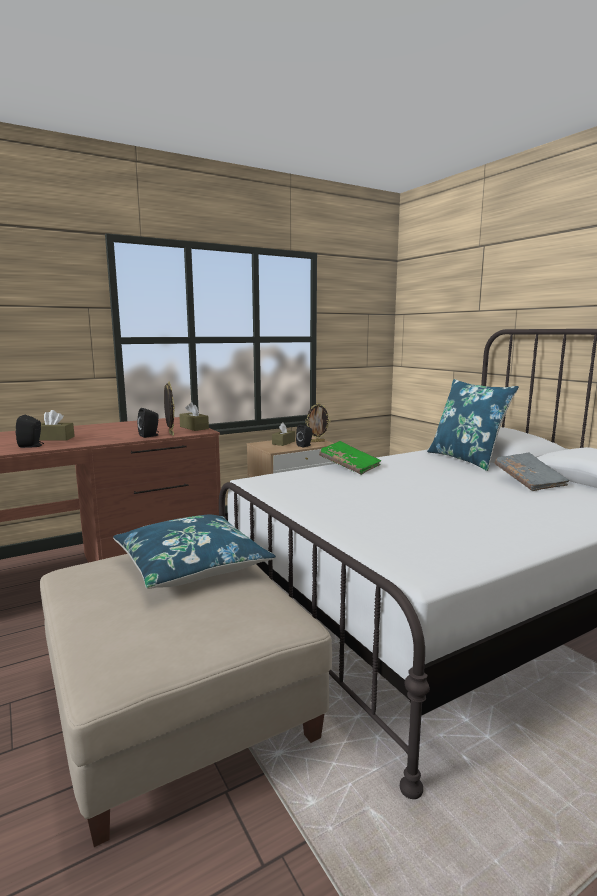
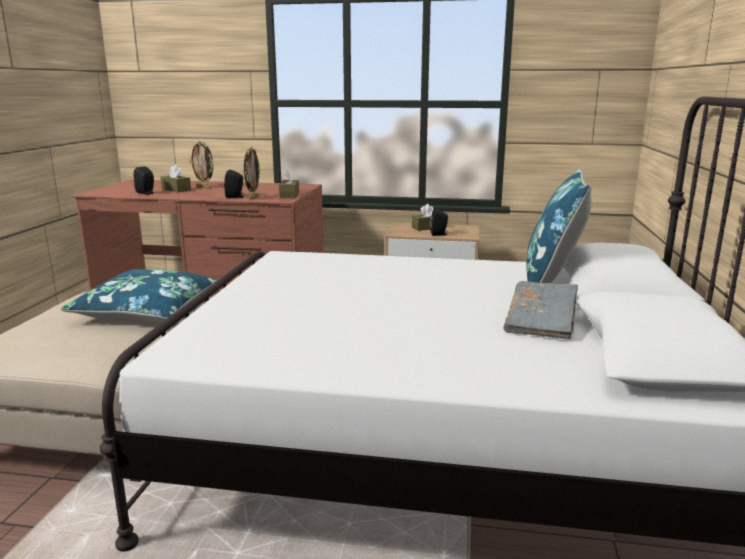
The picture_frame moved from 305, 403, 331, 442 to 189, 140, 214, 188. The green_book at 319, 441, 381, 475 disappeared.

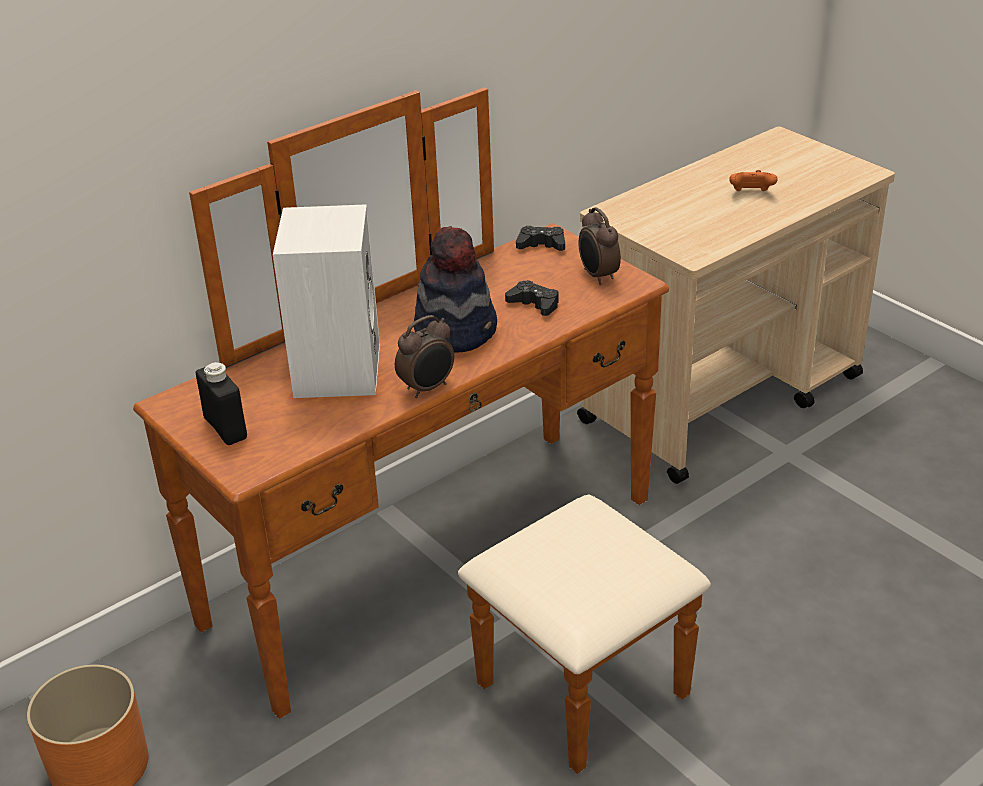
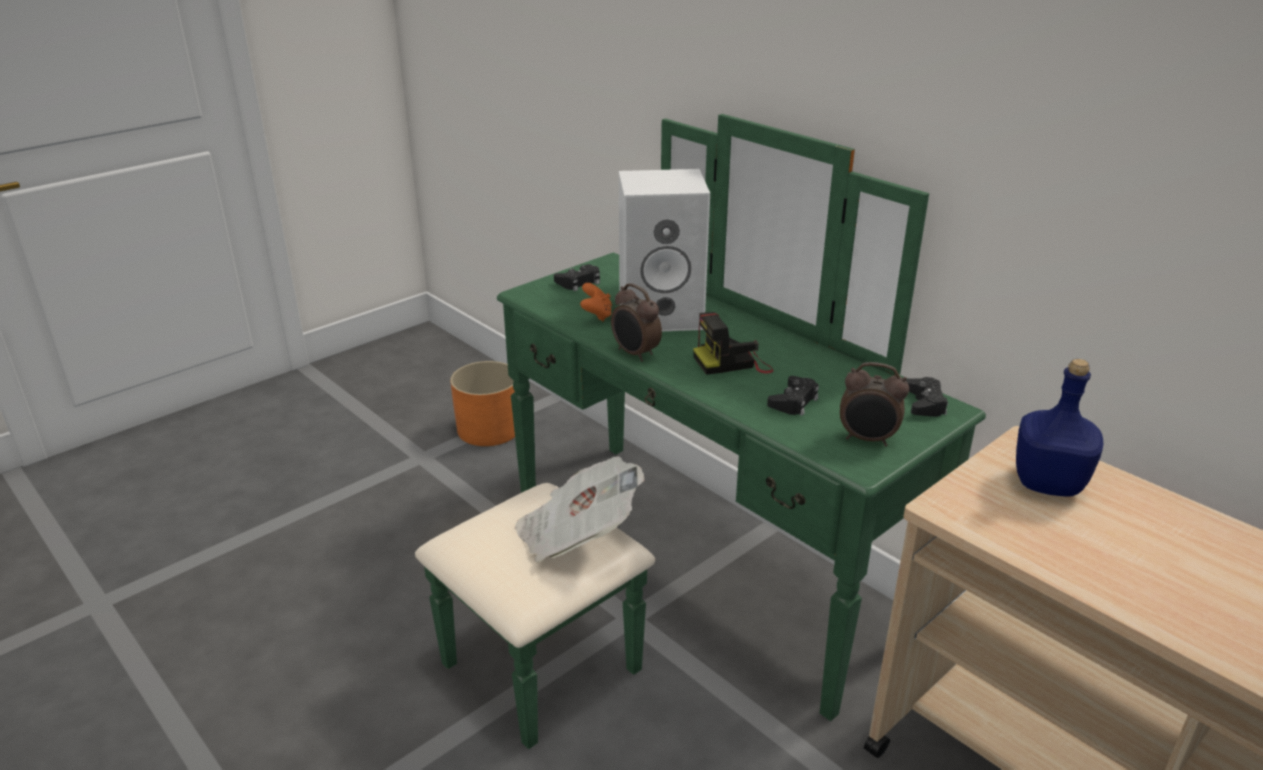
The brown_dresser at 133, 88, 711, 774 became the green_dresser at 415, 114, 986, 749. The orange_game_controller moved from 729, 170, 778, 191 to 580, 283, 612, 322. The alarm_clock at 579, 207, 621, 285 turned 135 degrees counterclockwise. The hat at 414, 226, 497, 353 was replaced by the photo_camera at 693, 312, 774, 375. The black_bottle at 196, 362, 247, 445 was replaced by the black_game_controller at 554, 264, 600, 291. The blue_bottle at 1016, 359, 1103, 496 appeared. The newspaper at 515, 456, 645, 563 appeared.

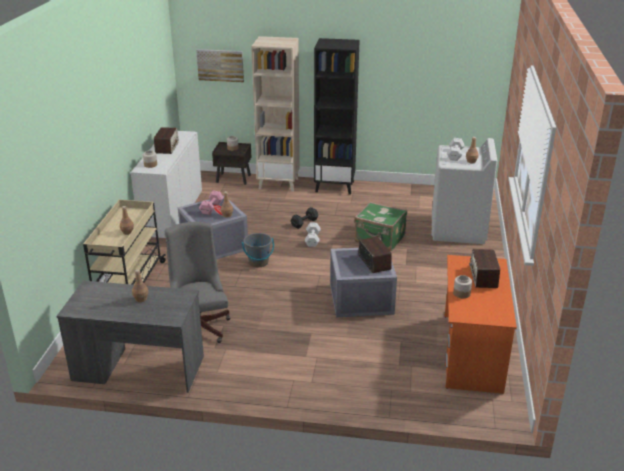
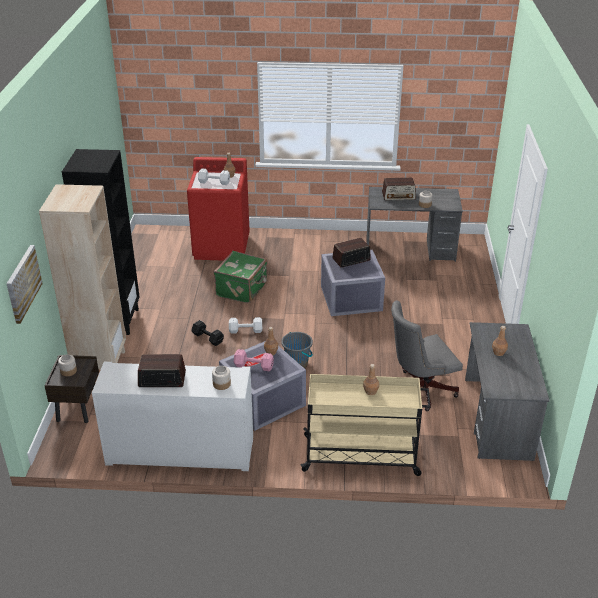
The white_washing_machine at 432, 138, 497, 244 became the red_washing_machine at 187, 157, 250, 261. The orange_desk at 444, 255, 517, 394 became the grey_desk at 366, 187, 463, 262.

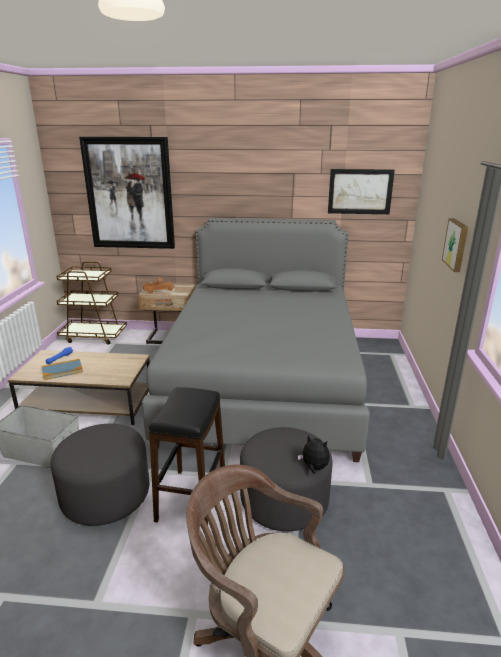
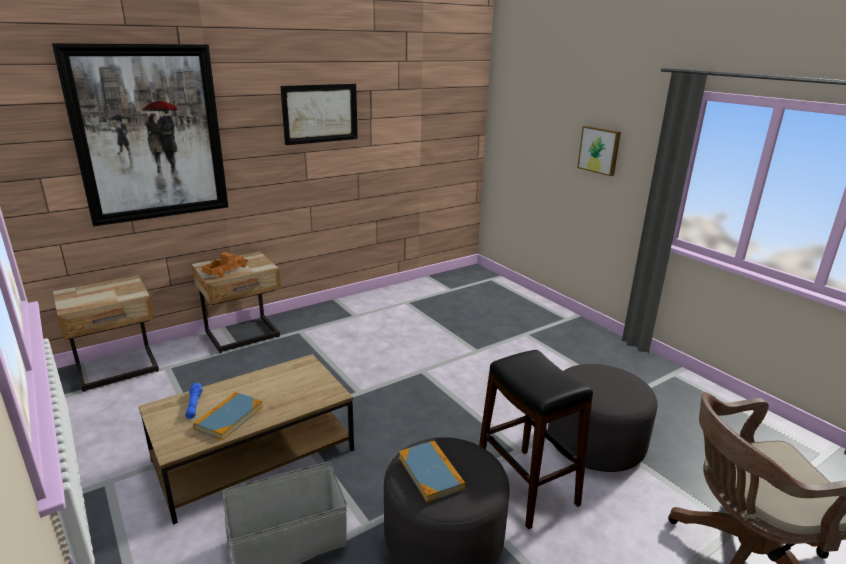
The picture moved from 328, 169, 395, 214 to 280, 84, 358, 145. The grey_bed at 142, 218, 370, 462 disappeared. The brown_cart at 56, 261, 127, 345 was replaced by the beige_nightstand at 53, 275, 159, 392. The plush_toy at 298, 435, 330, 474 disappeared. The book at 399, 441, 466, 503 appeared.

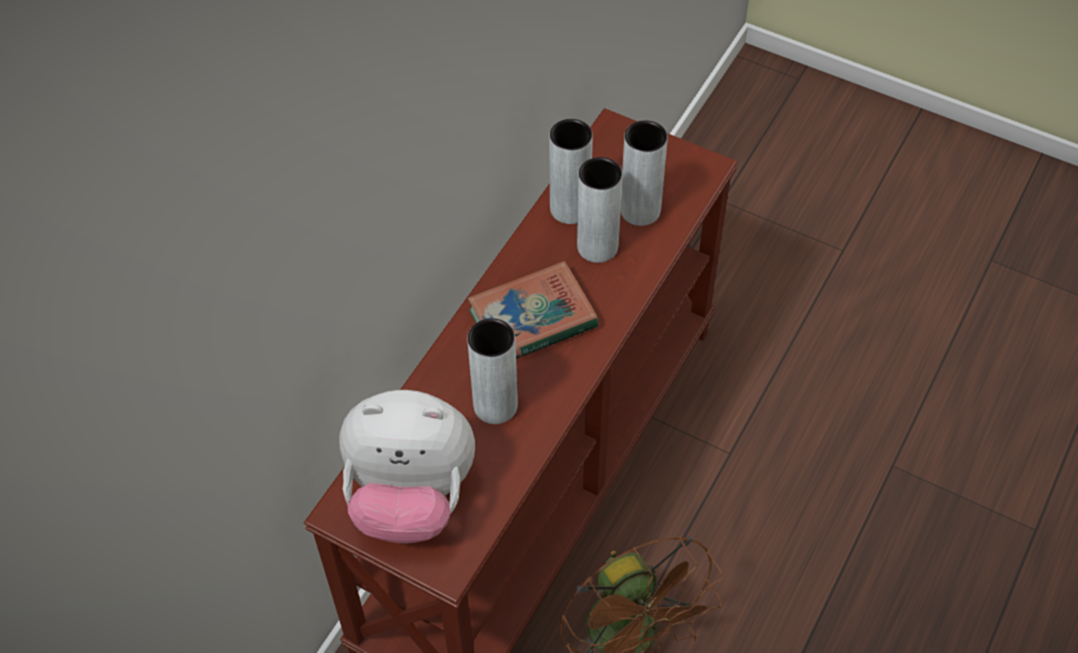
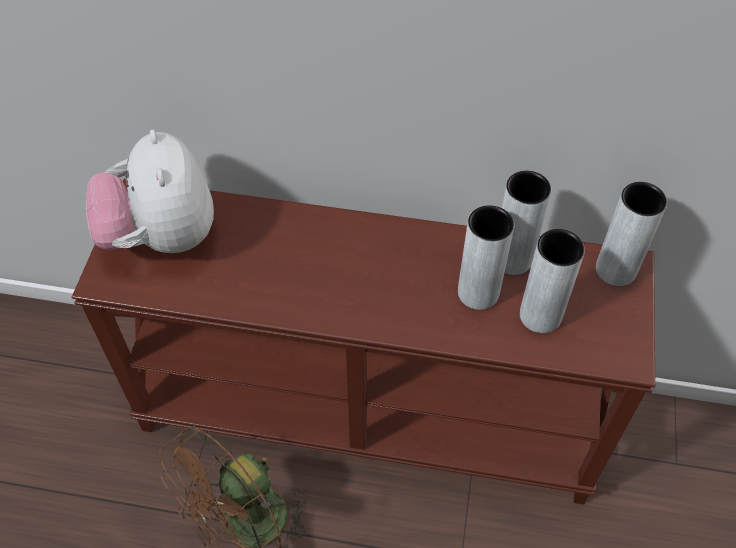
The book at 468, 261, 598, 359 disappeared. The grey_vase moved from 467, 318, 518, 424 to 596, 182, 667, 286.

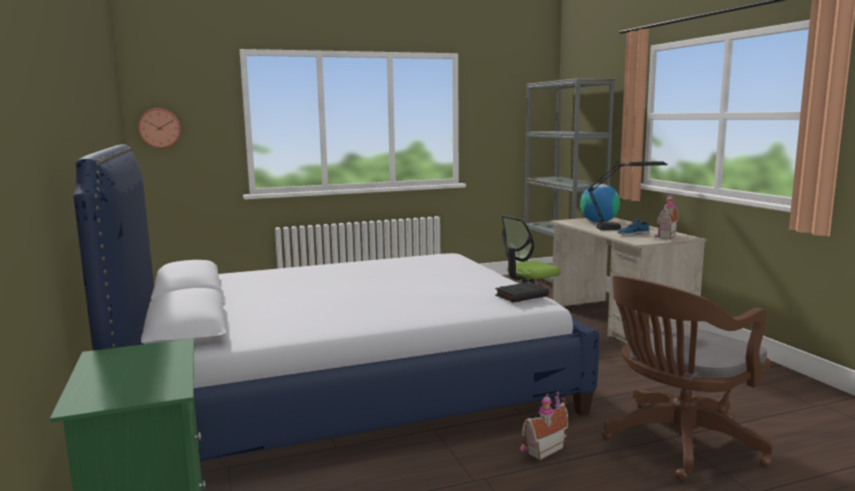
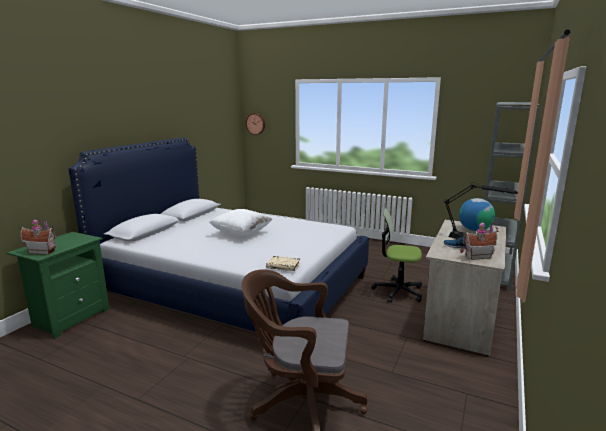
The black_book at 495, 282, 549, 302 became the beige_book at 266, 256, 300, 271. The toy_house moved from 520, 391, 568, 460 to 20, 218, 56, 255. The white_pillow at 209, 209, 272, 236 appeared.

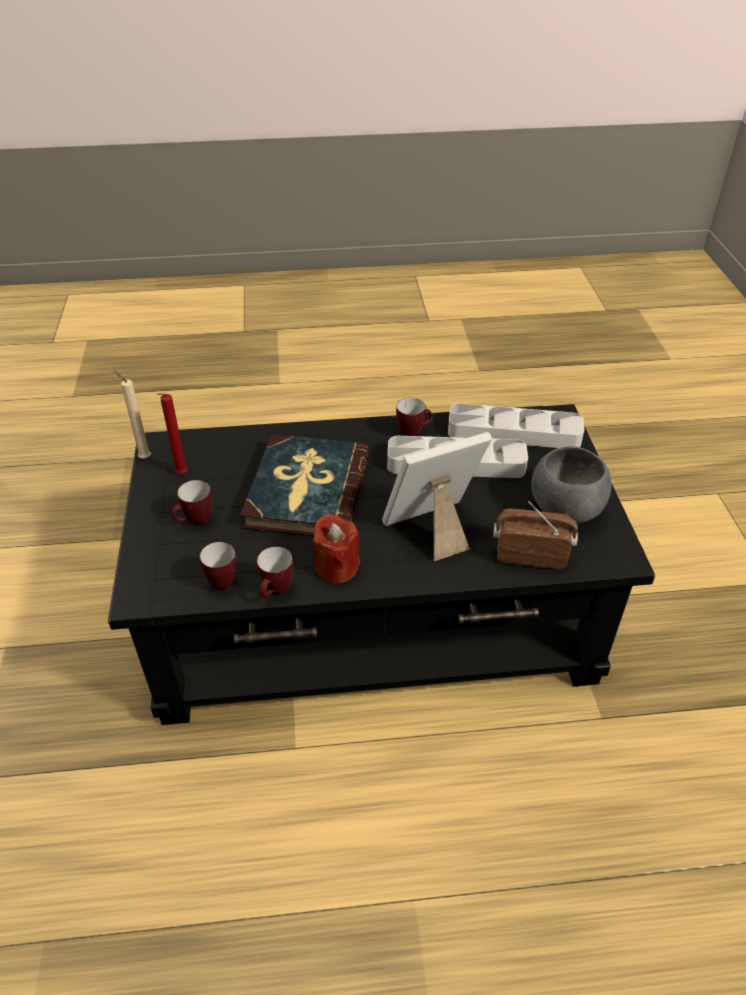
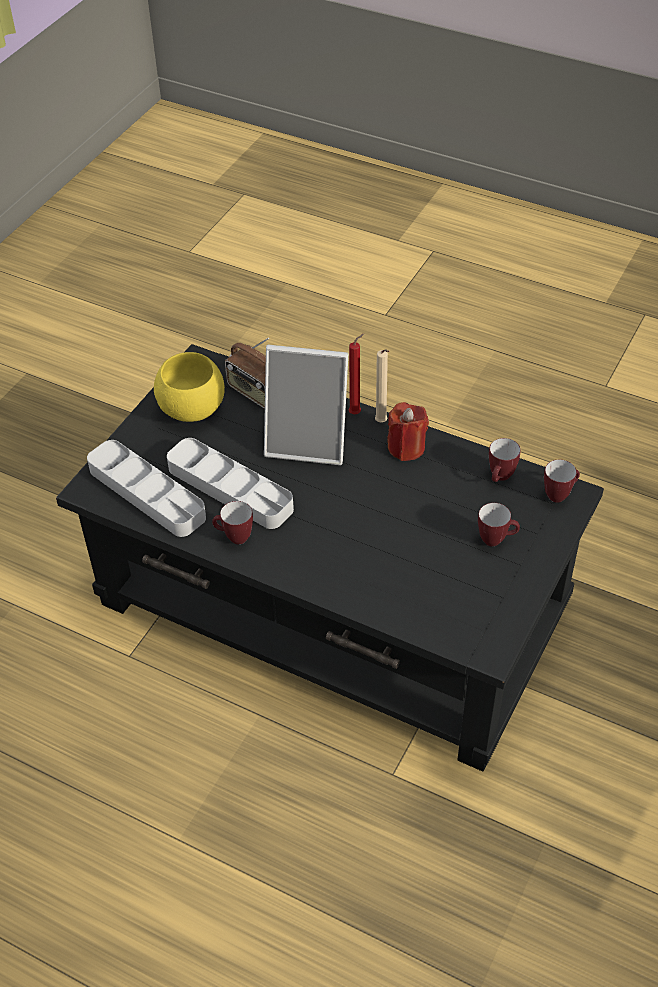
The beige_candle moved from 114, 371, 151, 459 to 375, 349, 389, 422. The red_candle moved from 157, 393, 188, 474 to 349, 334, 364, 414. The book at 240, 434, 370, 537 disappeared. The grey_bowl at 531, 446, 611, 523 became the yellow_bowl at 154, 352, 225, 422. The mug moved from 257, 547, 293, 598 to 544, 460, 580, 503.

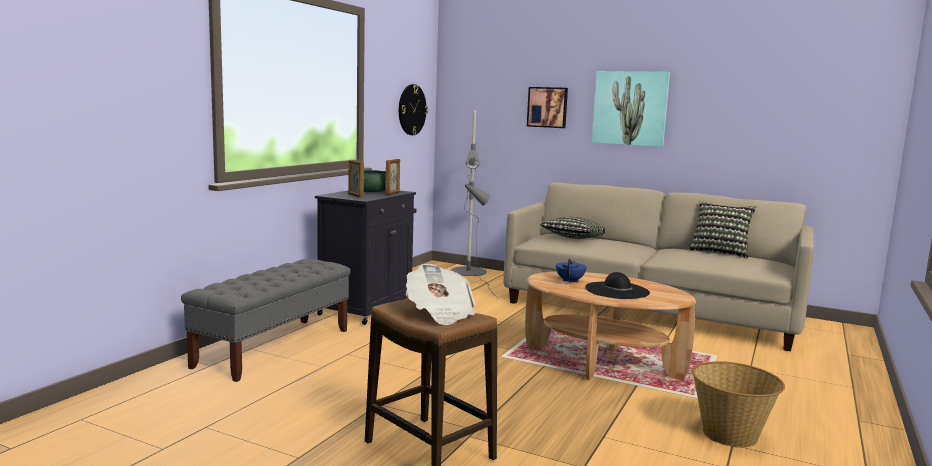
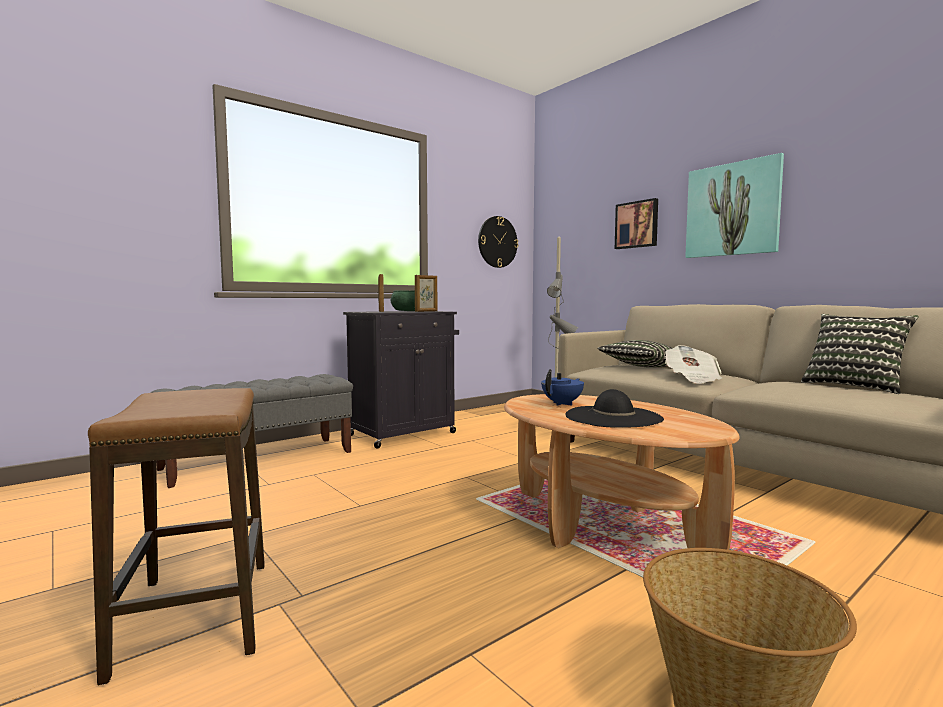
The newspaper moved from 406, 264, 476, 325 to 665, 345, 722, 384.

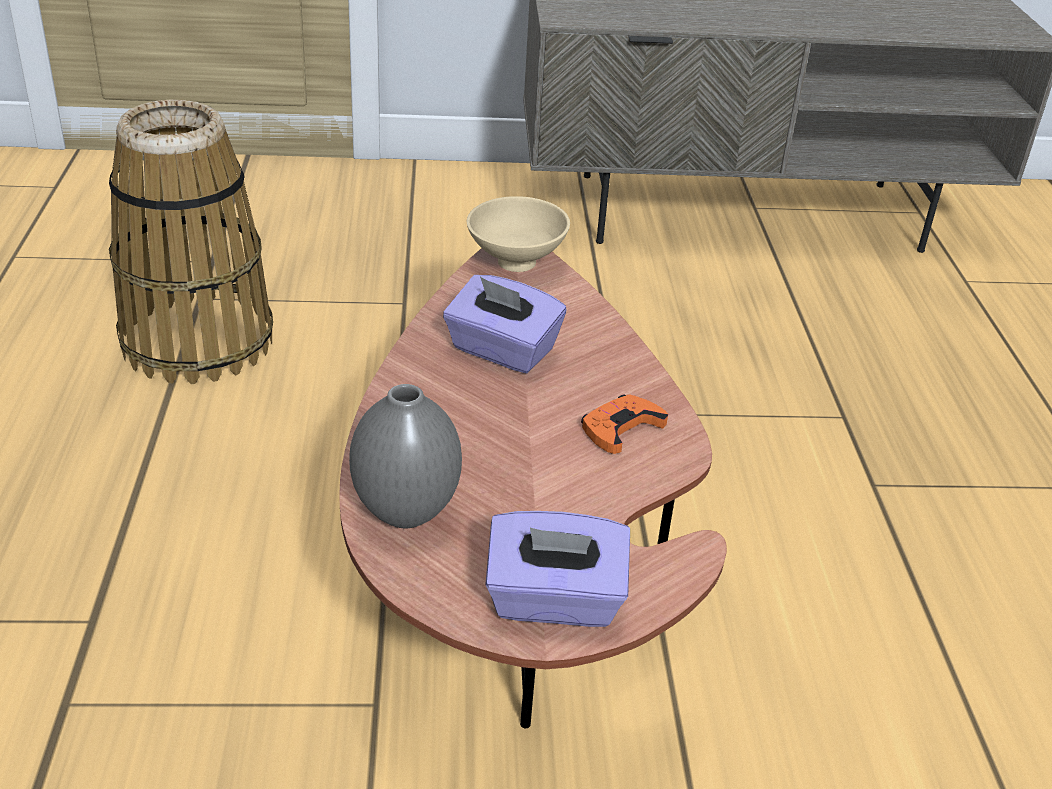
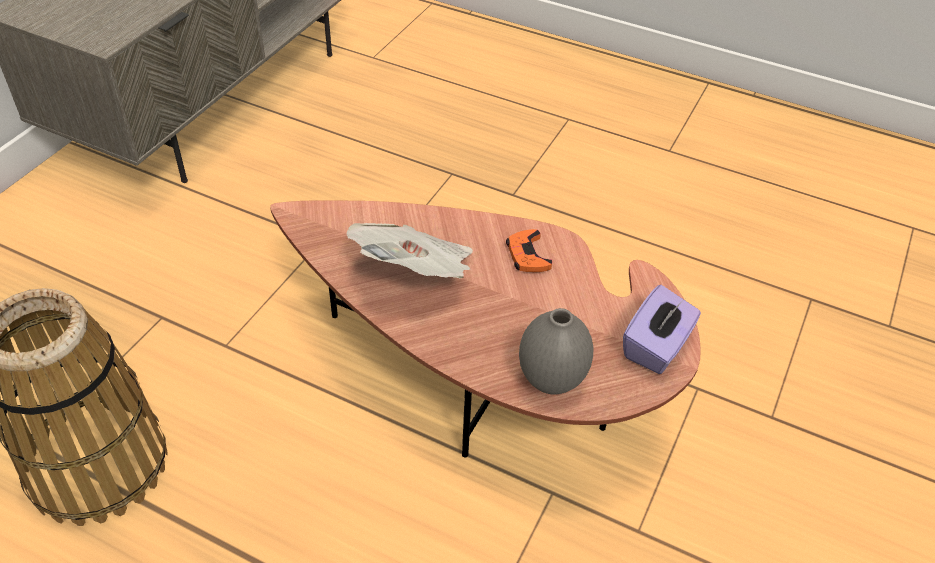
The beige_bowl at 467, 196, 570, 272 disappeared. The purple_tissue_box at 443, 275, 566, 373 was replaced by the newspaper at 347, 223, 473, 279.

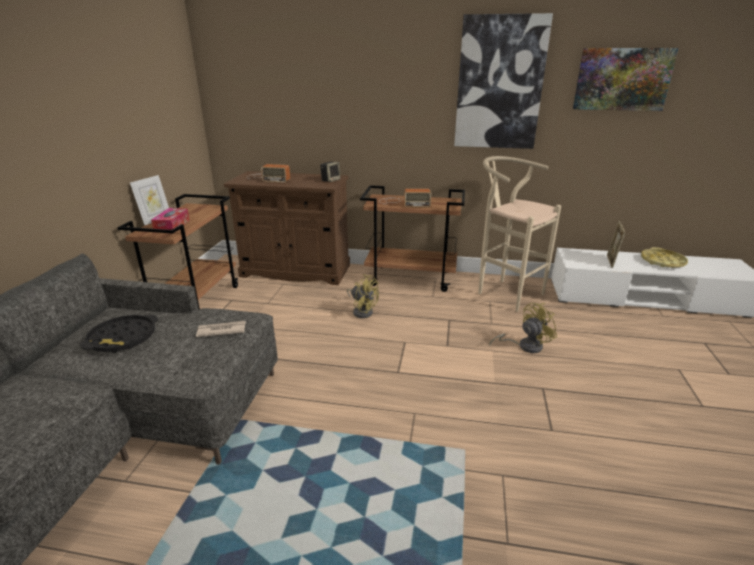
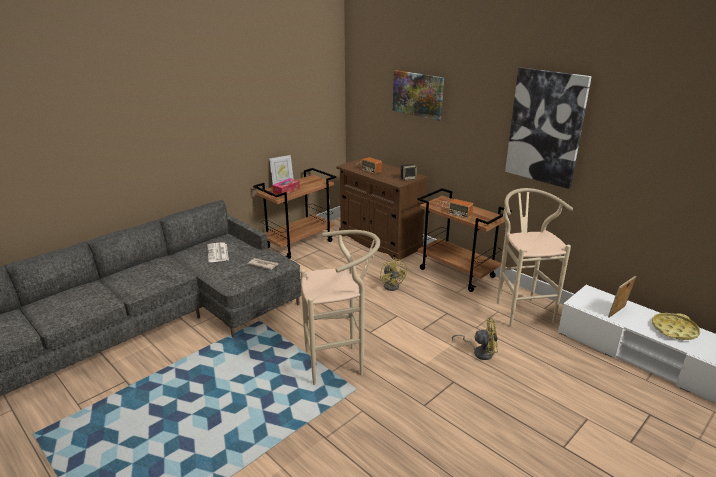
The picture moved from 573, 48, 679, 111 to 393, 70, 444, 121. The black_tray at 80, 315, 158, 353 was replaced by the newspaper at 207, 242, 229, 262. The beige_stool at 300, 230, 380, 385 appeared.

